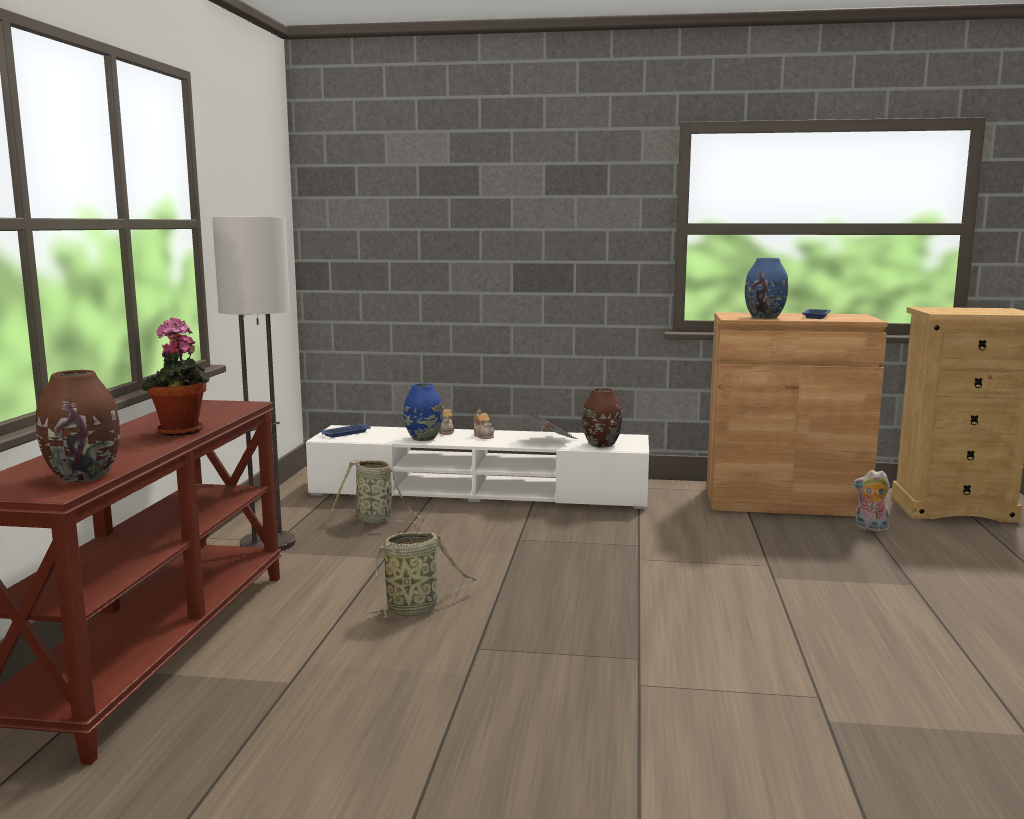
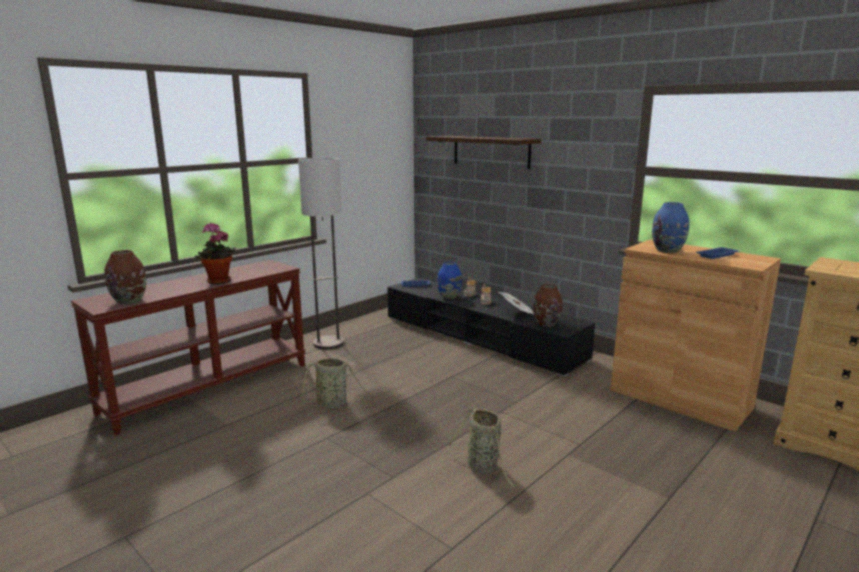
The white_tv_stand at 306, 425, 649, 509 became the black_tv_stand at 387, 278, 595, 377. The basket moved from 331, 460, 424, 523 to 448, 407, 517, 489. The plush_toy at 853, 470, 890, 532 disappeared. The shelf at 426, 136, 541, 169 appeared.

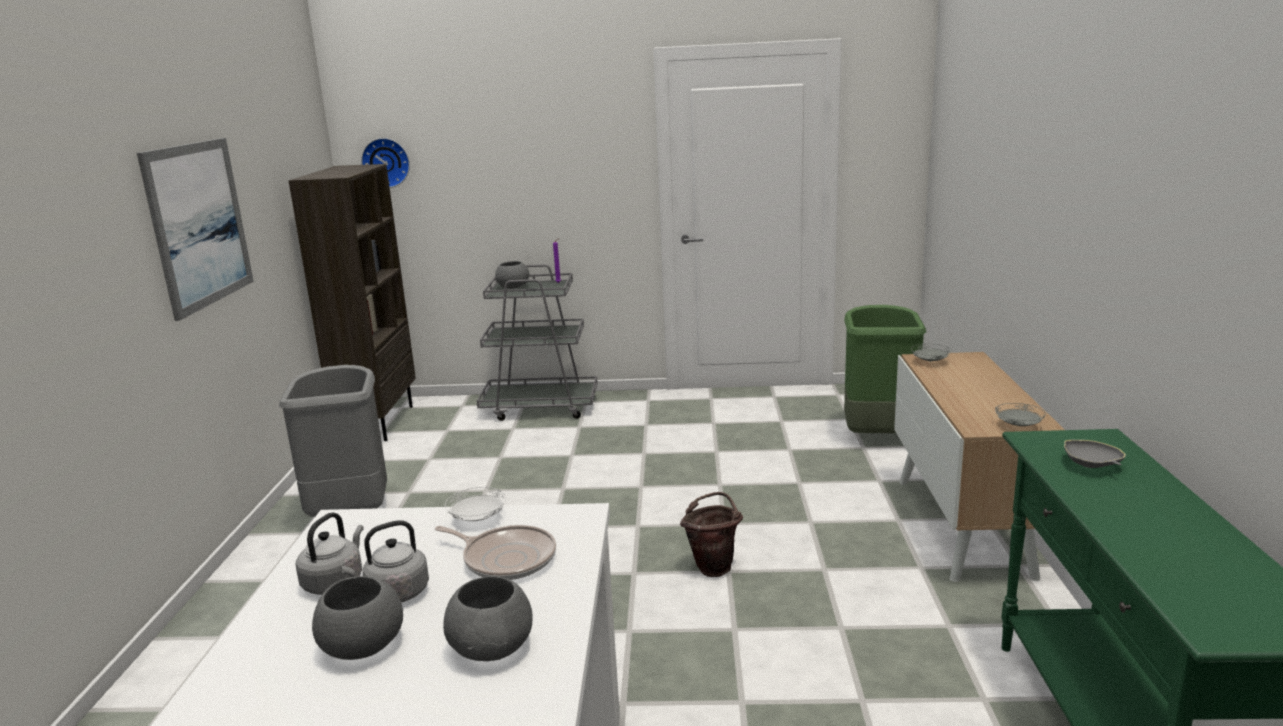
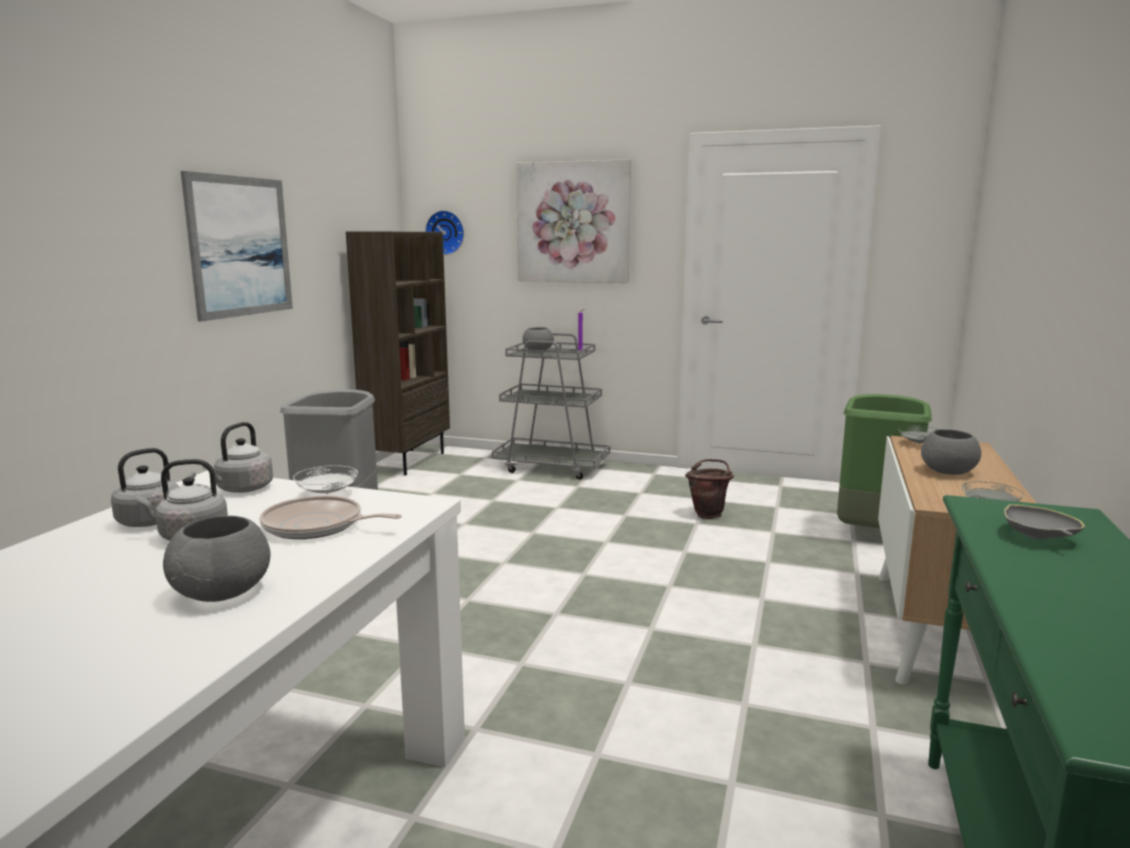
The brown_bucket moved from 680, 492, 743, 577 to 685, 459, 734, 519. The frying_pan at 435, 525, 556, 580 turned 150 degrees clockwise. The grey_bowl moved from 312, 576, 403, 660 to 921, 429, 981, 475. The picture at 516, 159, 631, 283 appeared. The grey_kettle at 202, 422, 273, 493 appeared.

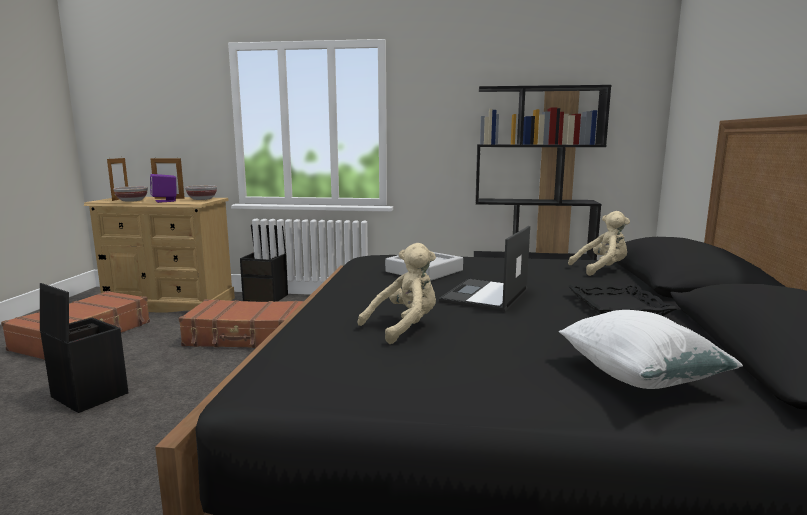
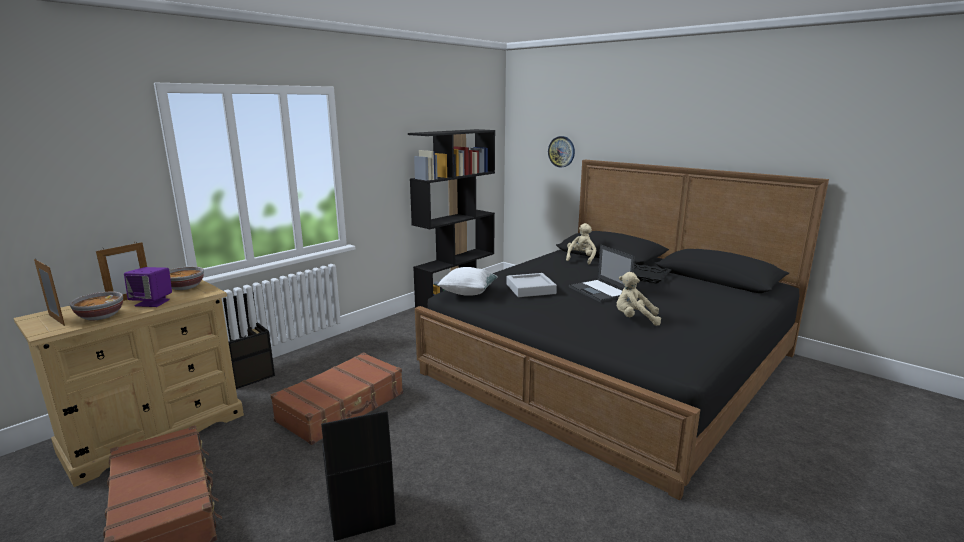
The beige_plush_toy at 358, 243, 436, 344 turned 75 degrees counterclockwise. The white_pillow moved from 559, 310, 743, 389 to 437, 267, 498, 296. The wall_clock at 548, 136, 575, 167 appeared.

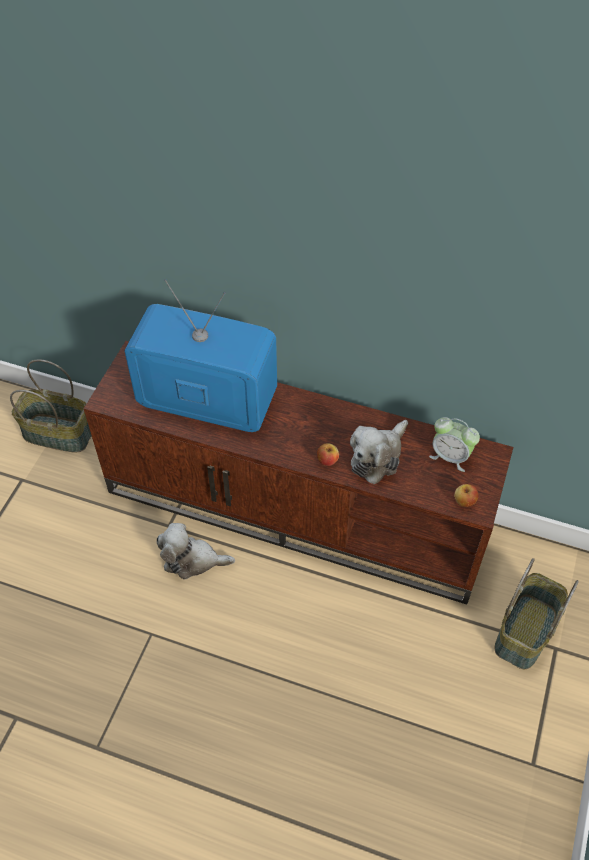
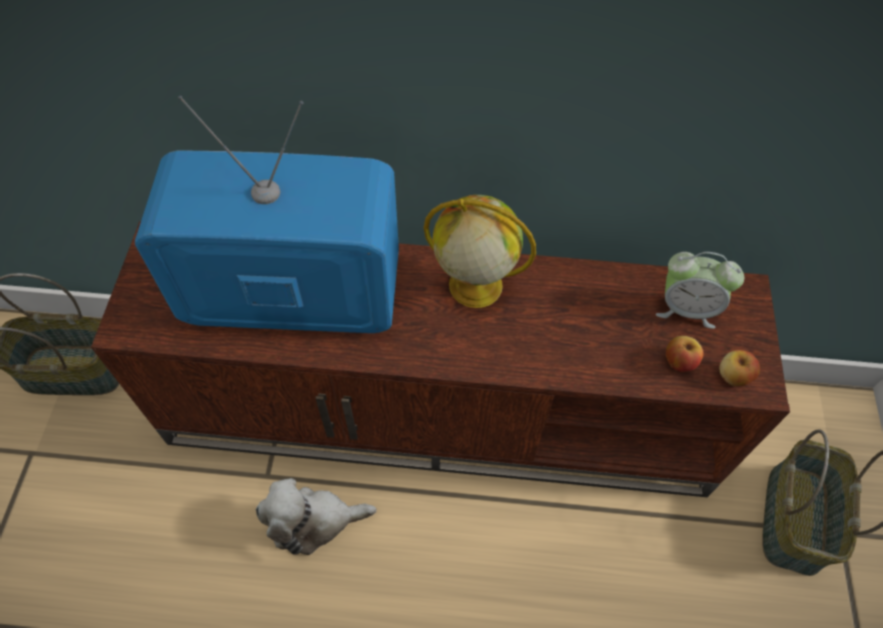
The plush_toy at 350, 420, 408, 484 disappeared. The apple moved from 317, 443, 339, 466 to 666, 336, 704, 372. The globe at 424, 195, 536, 308 appeared.

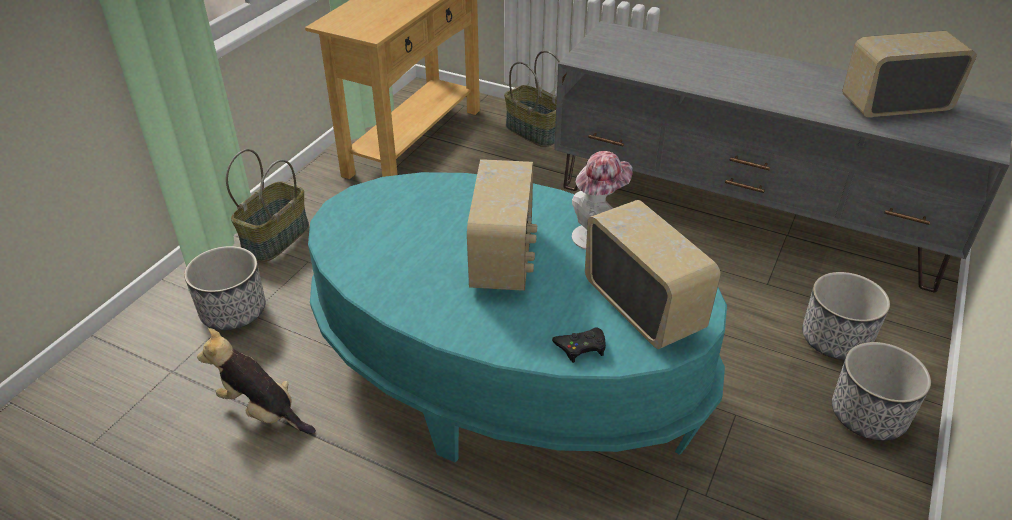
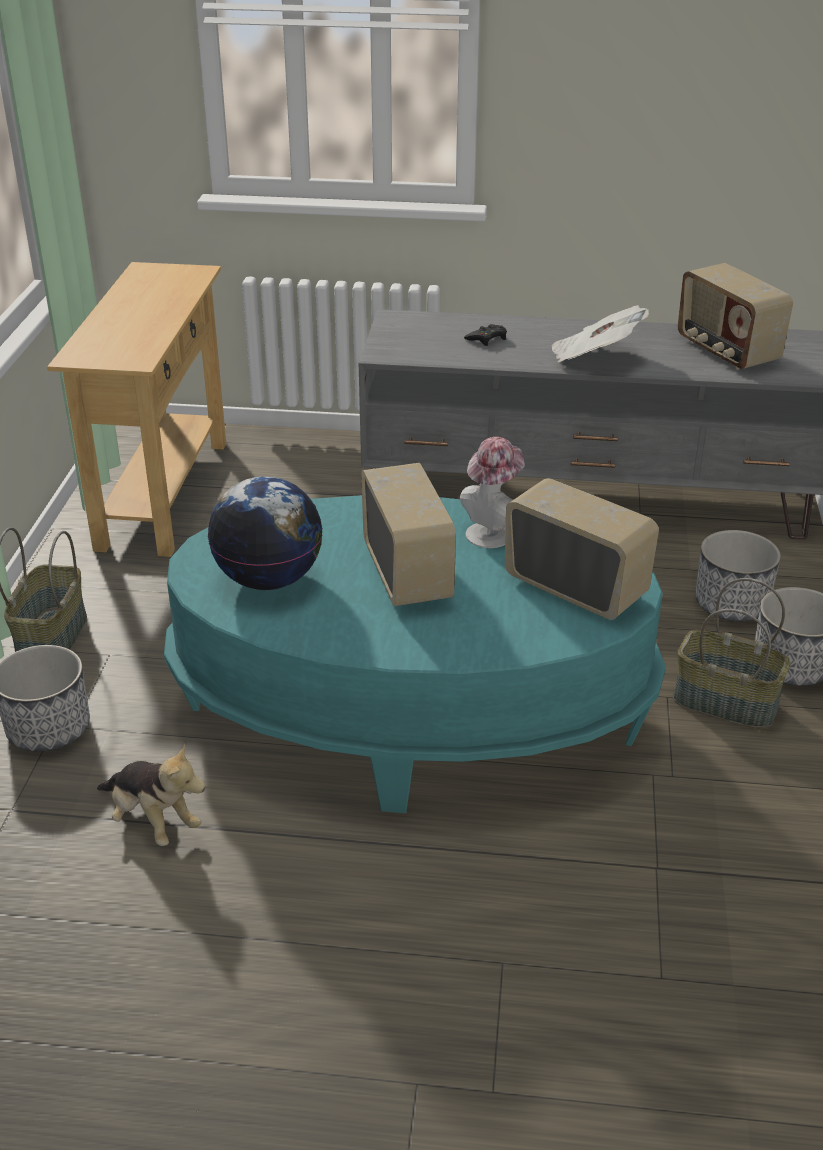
The radio at 842, 31, 977, 117 turned 90 degrees counterclockwise. The basket moved from 504, 51, 560, 147 to 673, 578, 791, 729. The black_game_controller moved from 552, 327, 606, 363 to 464, 324, 507, 346. The plush_toy at 197, 328, 316, 434 turned 150 degrees counterclockwise. The newspaper at 552, 305, 649, 362 appeared. The globe at 208, 476, 323, 590 appeared.

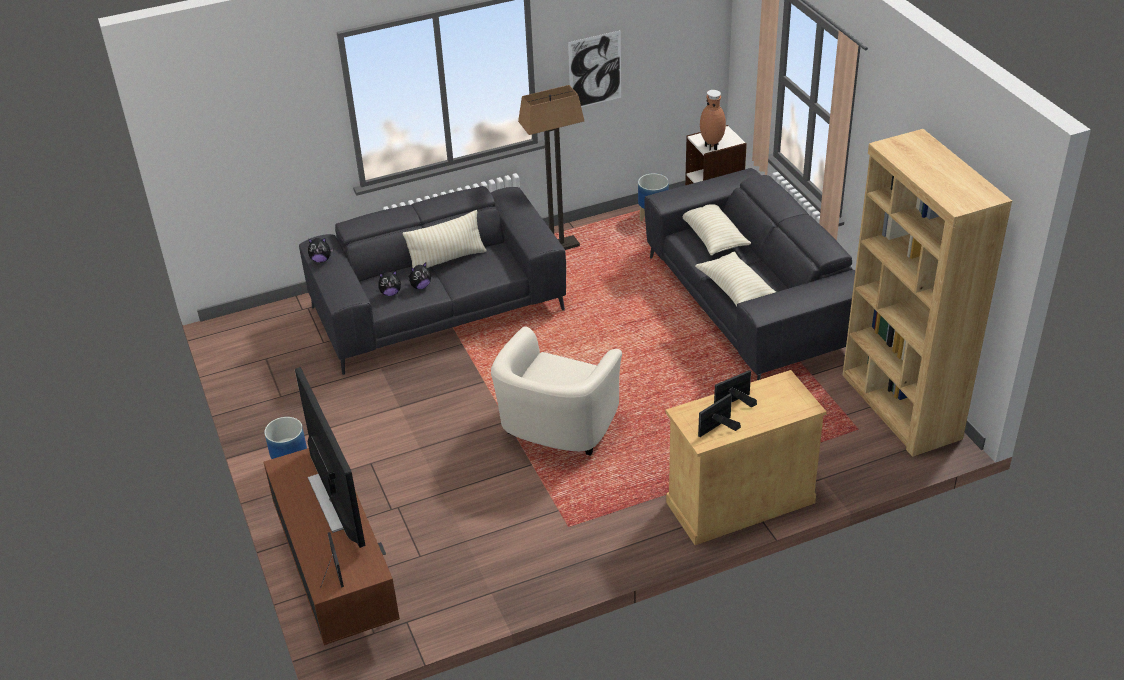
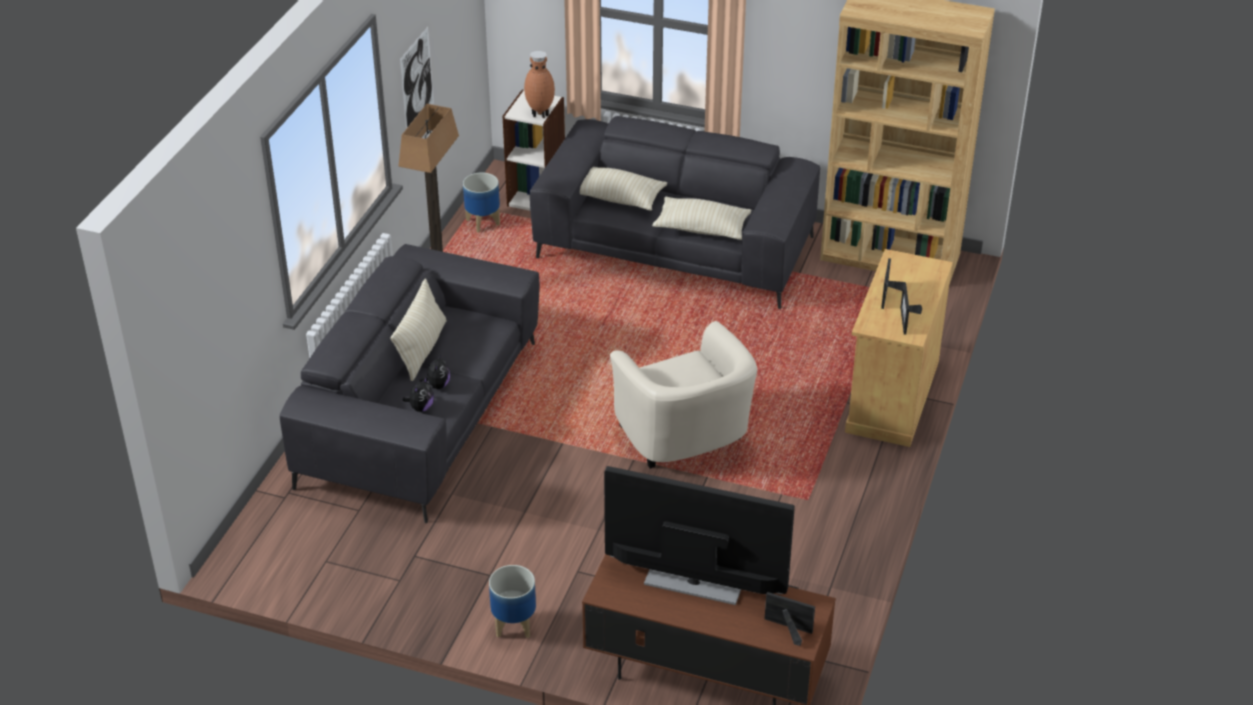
The plush_toy at 308, 238, 333, 263 disappeared.

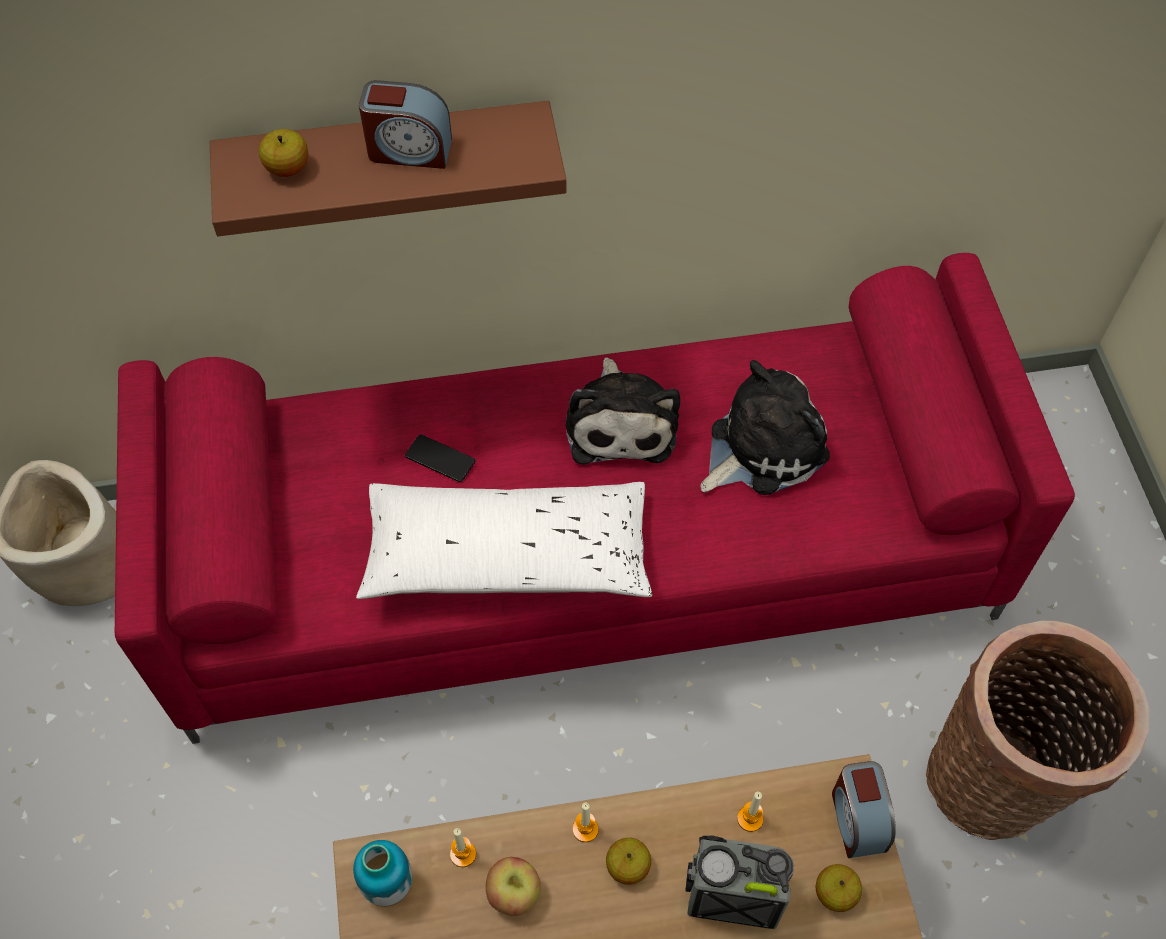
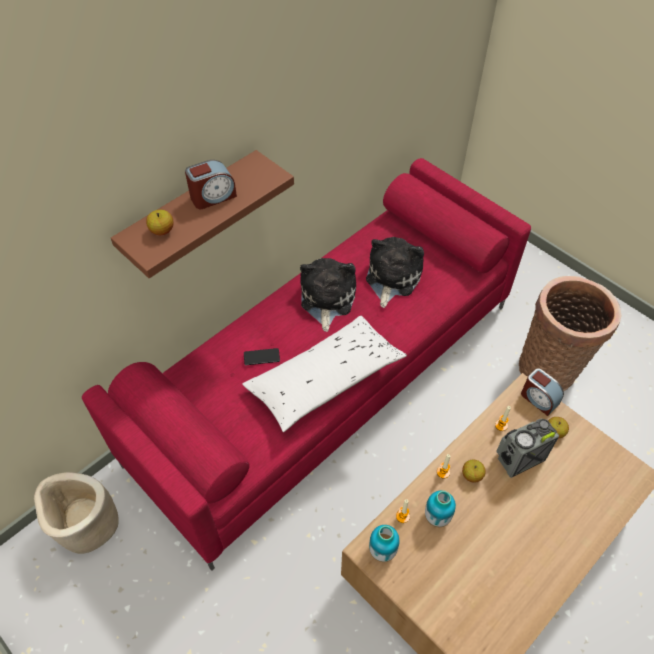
The plush_toy at 566, 357, 680, 464 turned 135 degrees counterclockwise. The apple at 486, 857, 541, 916 was replaced by the vase at 425, 491, 456, 527.

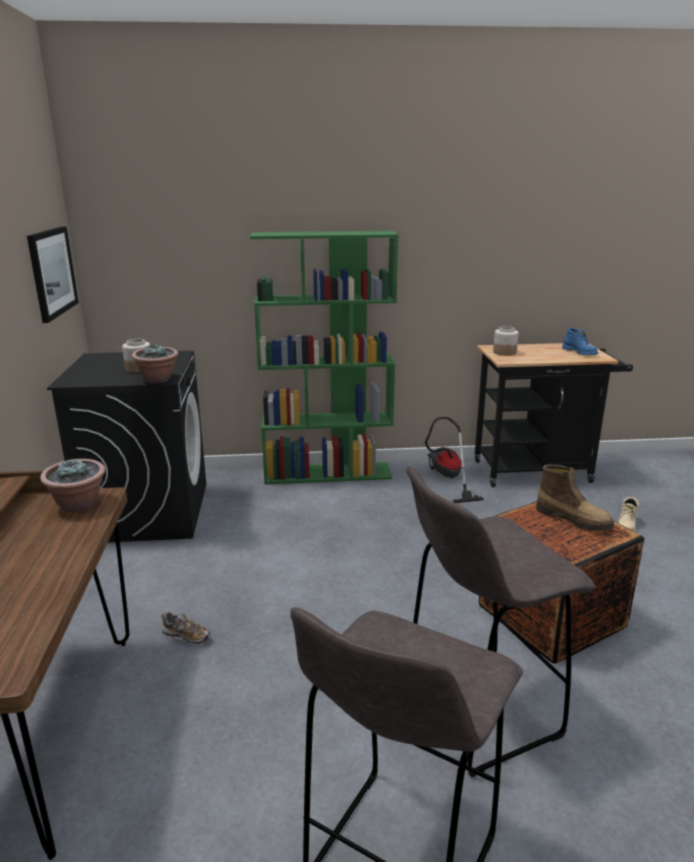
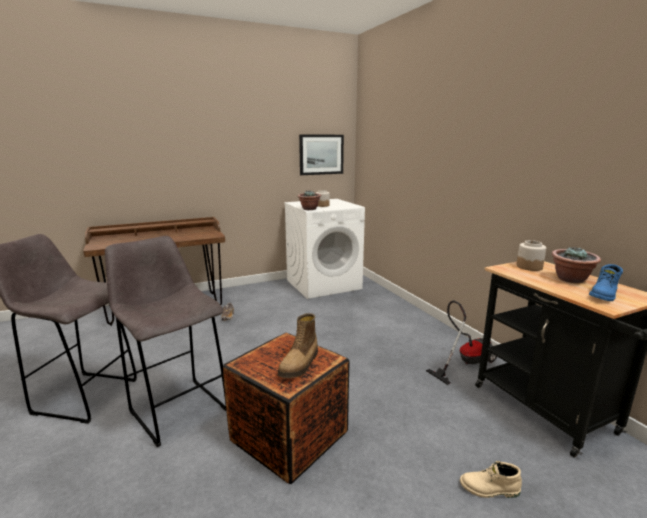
The green_bookcase at 250, 231, 398, 484 disappeared. The black_washing_machine at 47, 351, 206, 543 became the white_washing_machine at 284, 199, 365, 299. The potted_plant moved from 40, 458, 105, 512 to 552, 246, 601, 283.

